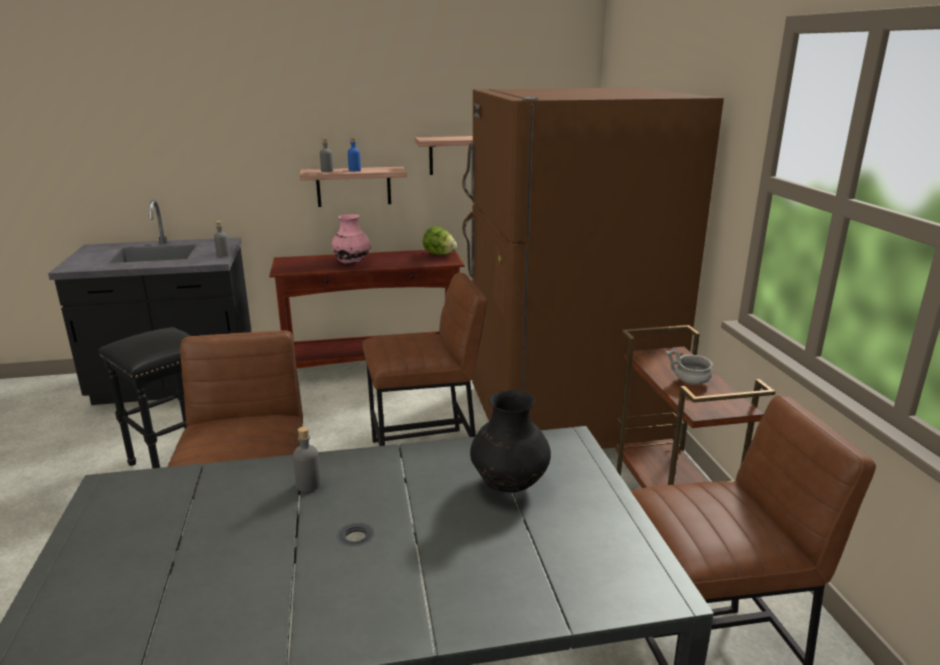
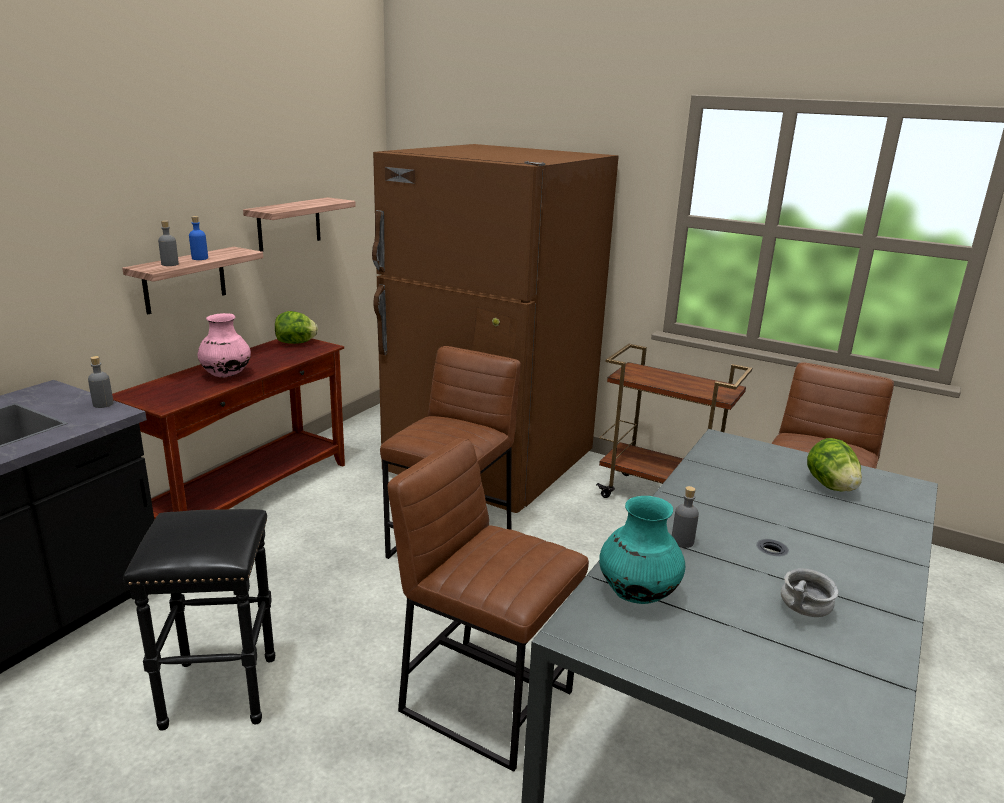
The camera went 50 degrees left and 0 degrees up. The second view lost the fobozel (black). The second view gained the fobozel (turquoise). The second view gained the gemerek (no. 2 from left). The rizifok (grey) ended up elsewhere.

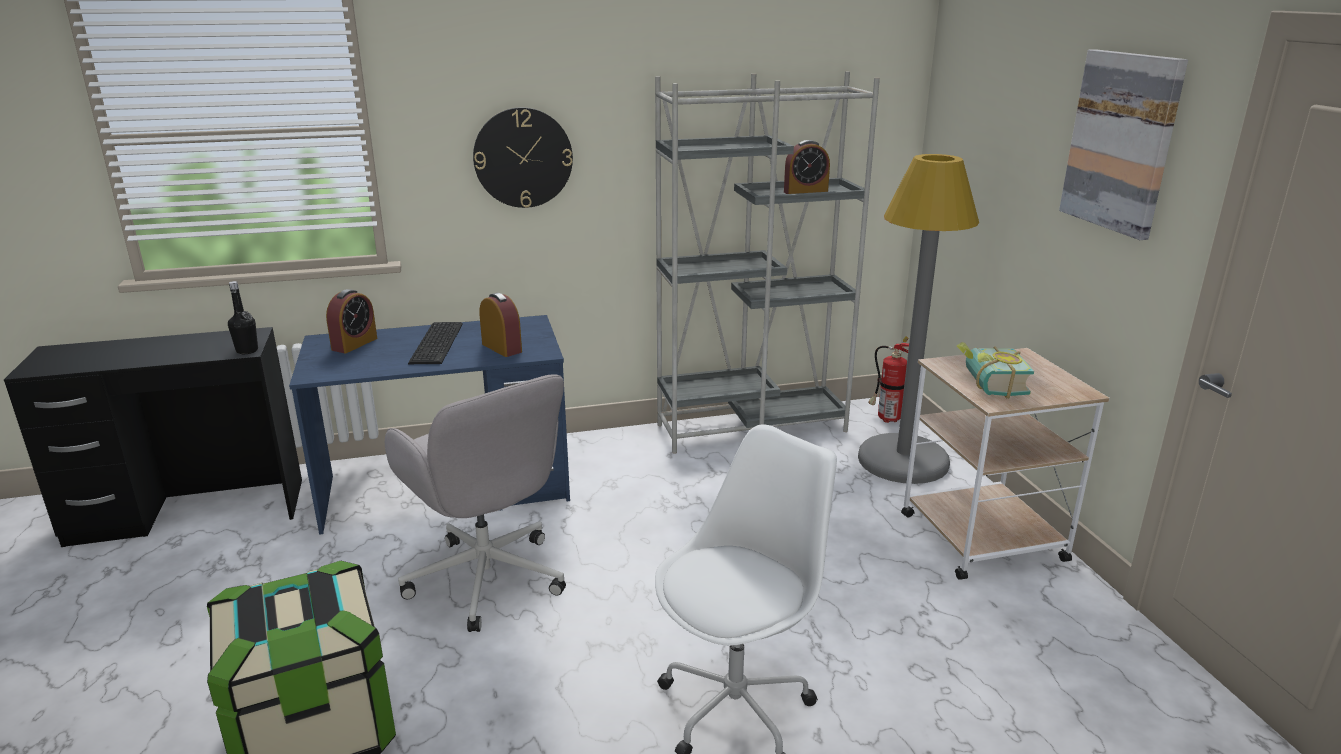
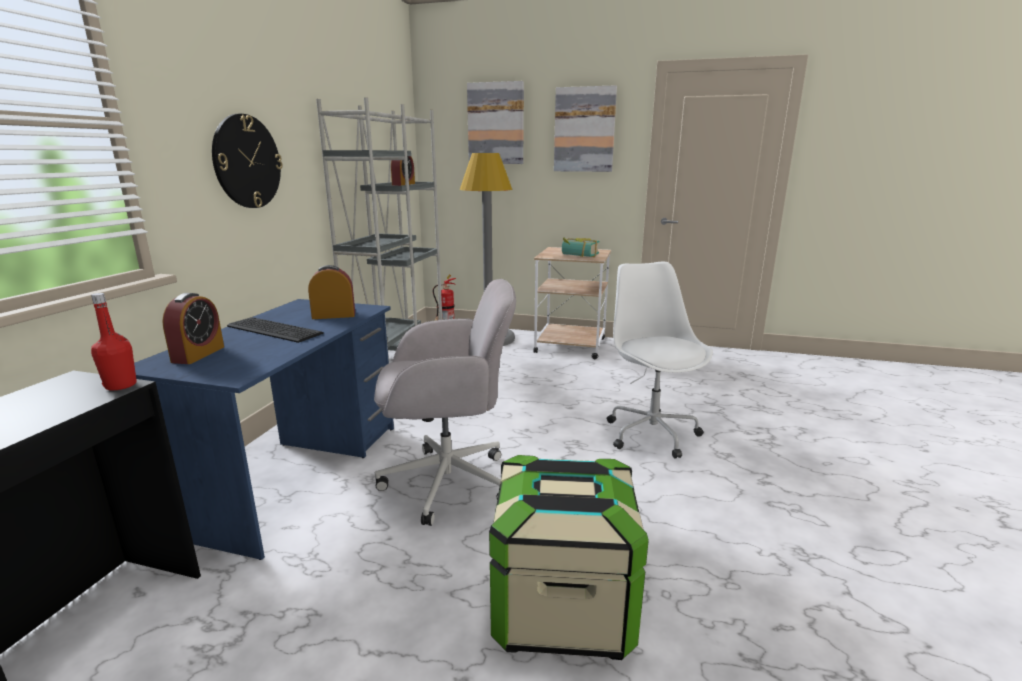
The camera went 60 degrees left and 5 degrees down. The second view gained the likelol (no. 1 from left). What was the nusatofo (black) turned into the nusatofo (red). The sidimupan (no. 1 from left) ended up facing another way, 45 degrees clockwise from before.

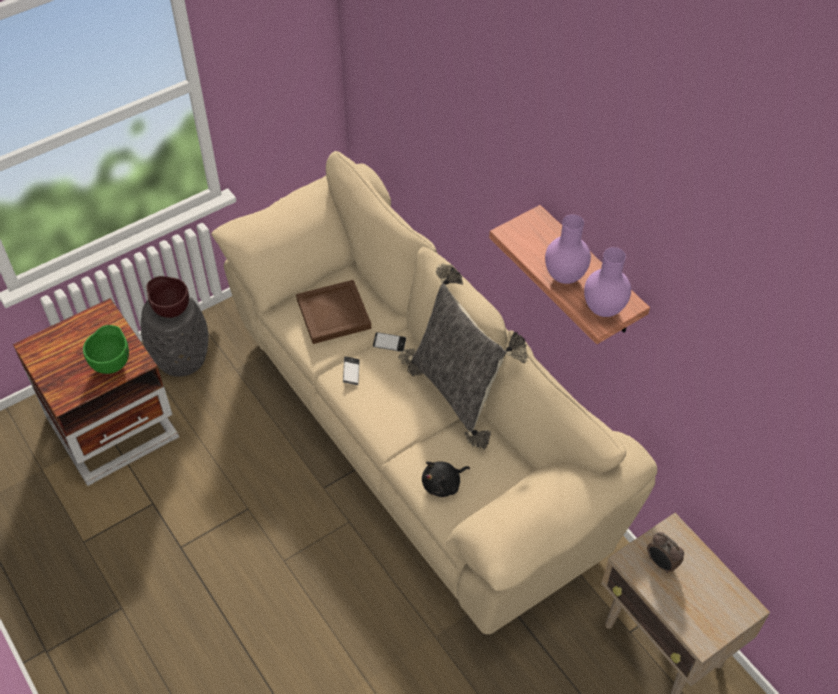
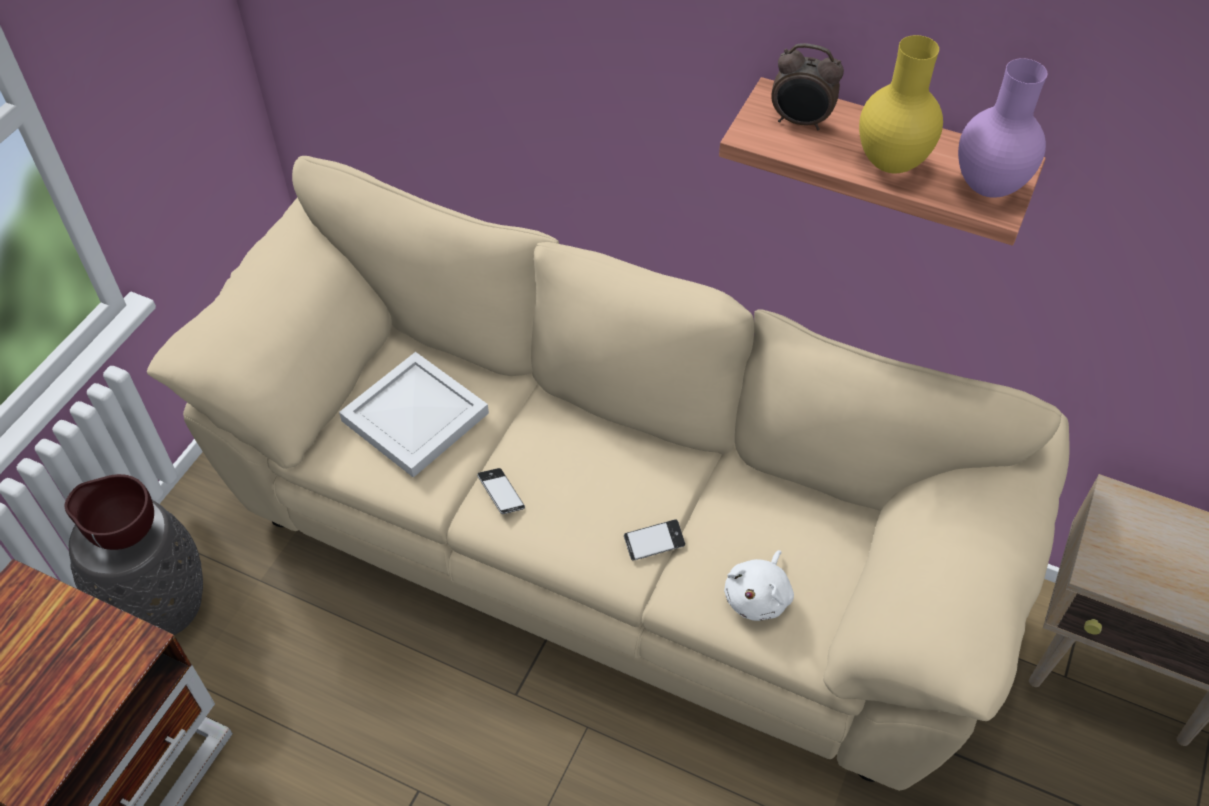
The camera went 30 degrees left and 0 degrees up. The second view lost the rizifok (green). The second view lost the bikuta. The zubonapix (no. 2 from left) ended up elsewhere. The sidimupan ended up elsewhere. What was the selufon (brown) turned into the selufon (white). What was the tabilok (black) turned into the tabilok (white). What was the fobozel (purple) (no. 1 from left) turned into the fobozel (yellow).

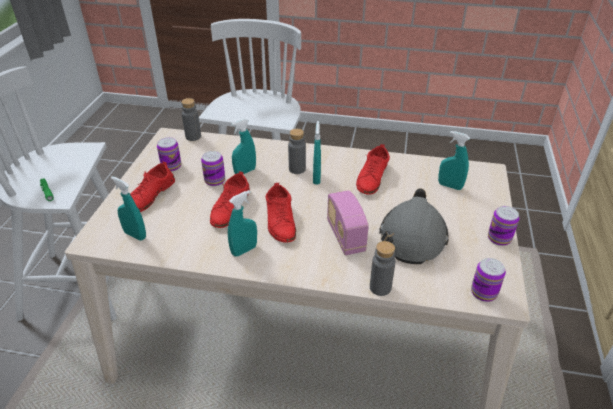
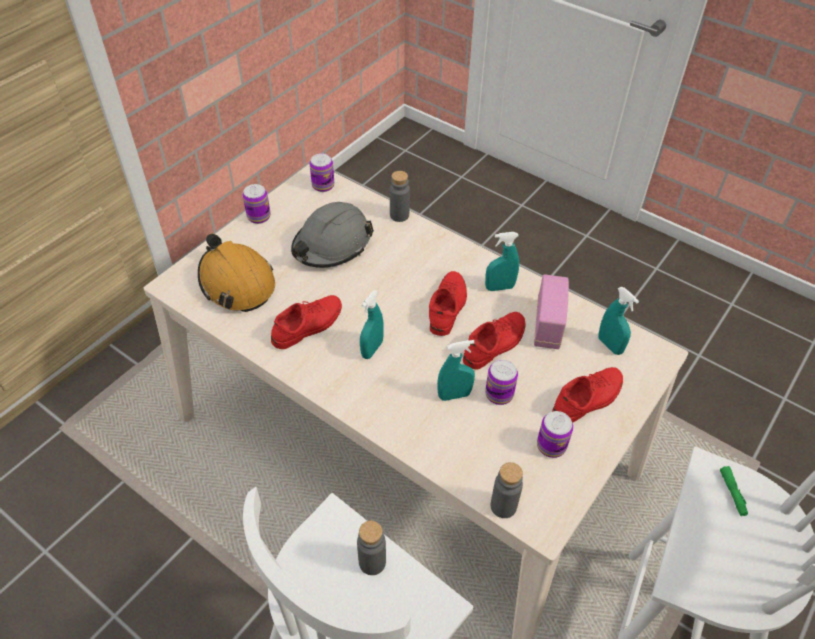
The camera went 155 degrees left and 10 degrees up. The nusatofo (grey) (no. 2 from left in the first image) ended up elsewhere. The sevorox ended up elsewhere. Where the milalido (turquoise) (no. 5 from left) stood, the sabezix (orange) came to stand.

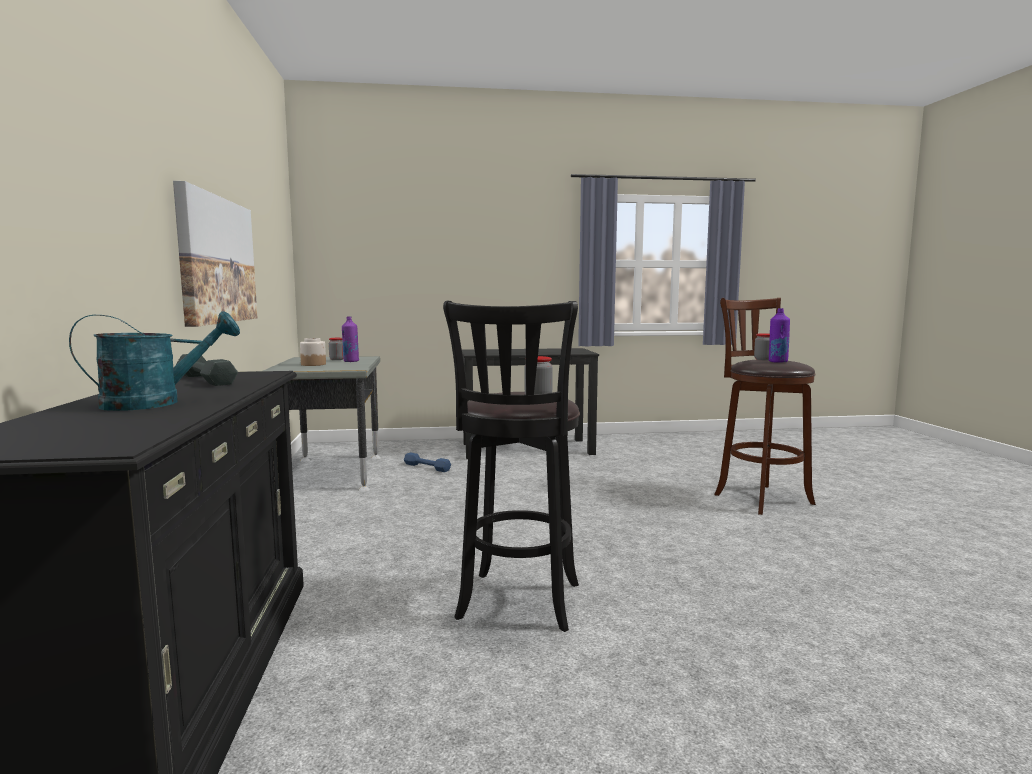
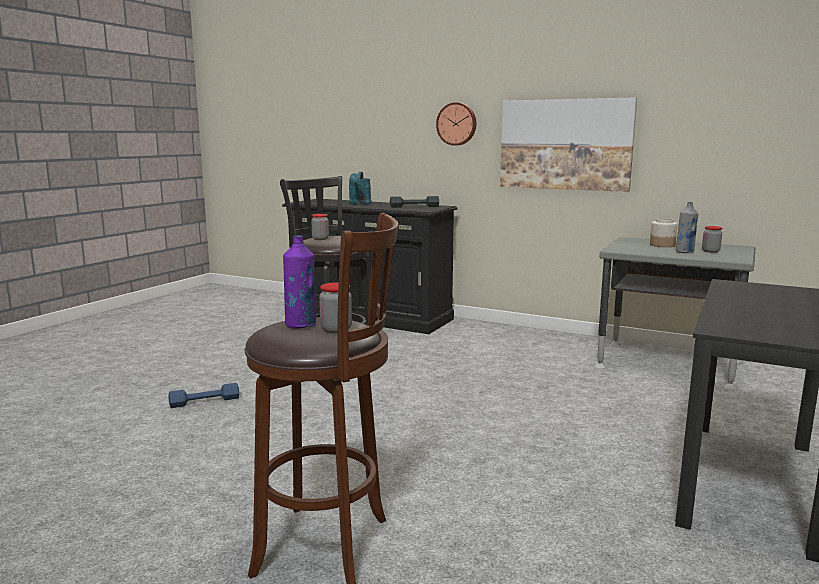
The camera went 125 degrees right and 5 degrees up. The second view gained the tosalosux. The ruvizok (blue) ended up elsewhere. What was the nusatofo (purple) (no. 1 from left) turned into the nusatofo (grey).

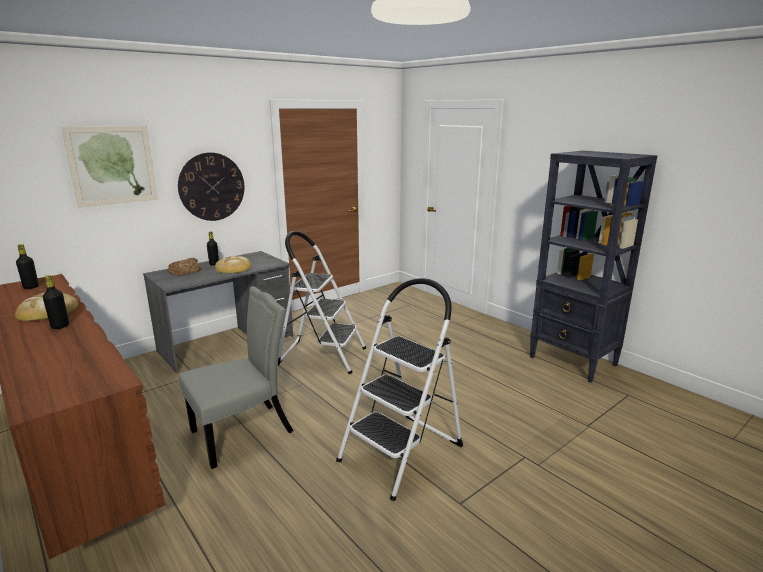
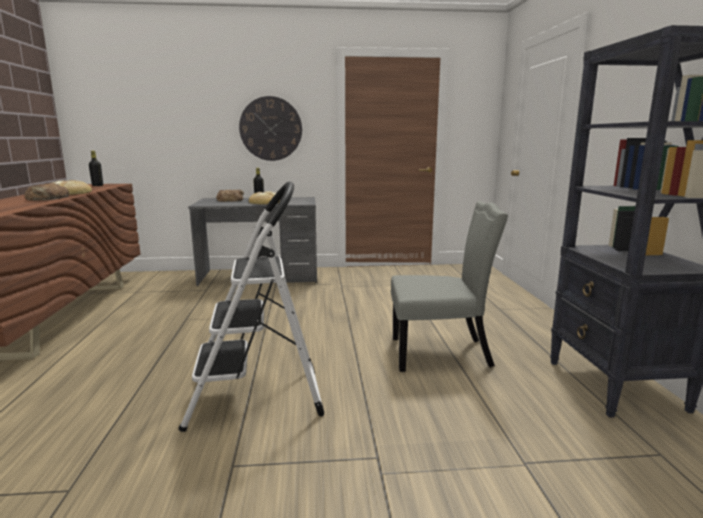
The camera went 35 degrees right and 5 degrees down. The second view lost the likelol. The second view lost the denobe (no. 1 from left). The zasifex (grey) ended up elsewhere. Where the nusatofo (black) (no. 2 from left) stood, the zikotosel (no. 1 from left) came to stand.

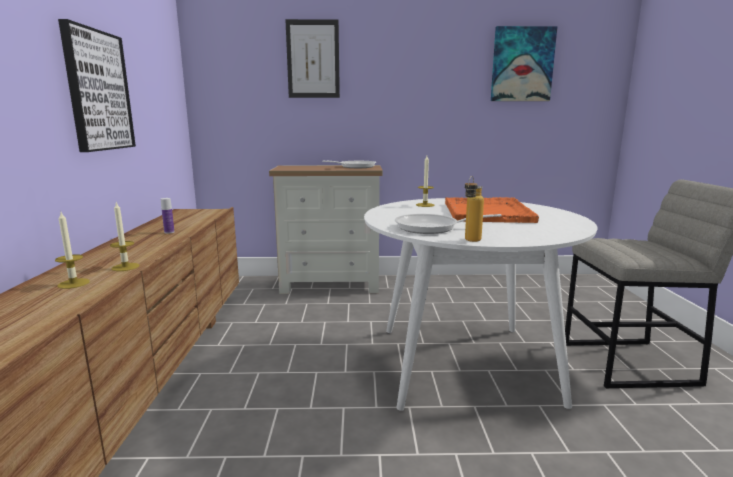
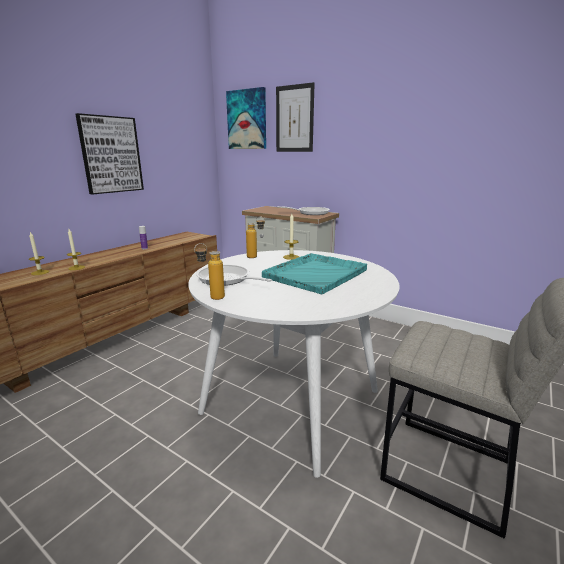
The camera went 35 degrees right and 5 degrees up. The second view gained the nusatofo (no. 3 from left). The likelol (no. 3 from left in the first image) ended up elsewhere. What was the selufon (orange) turned into the selufon (turquoise).

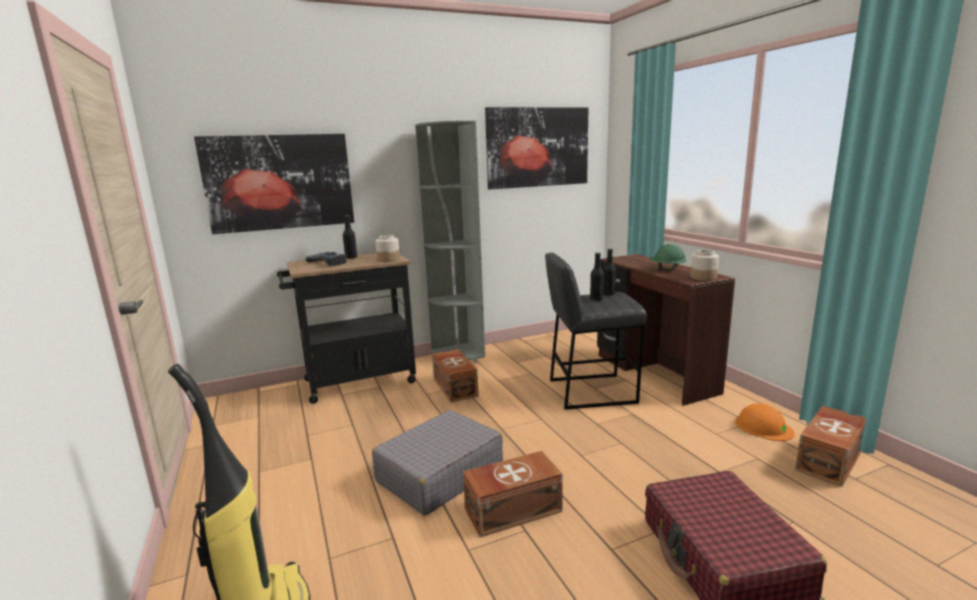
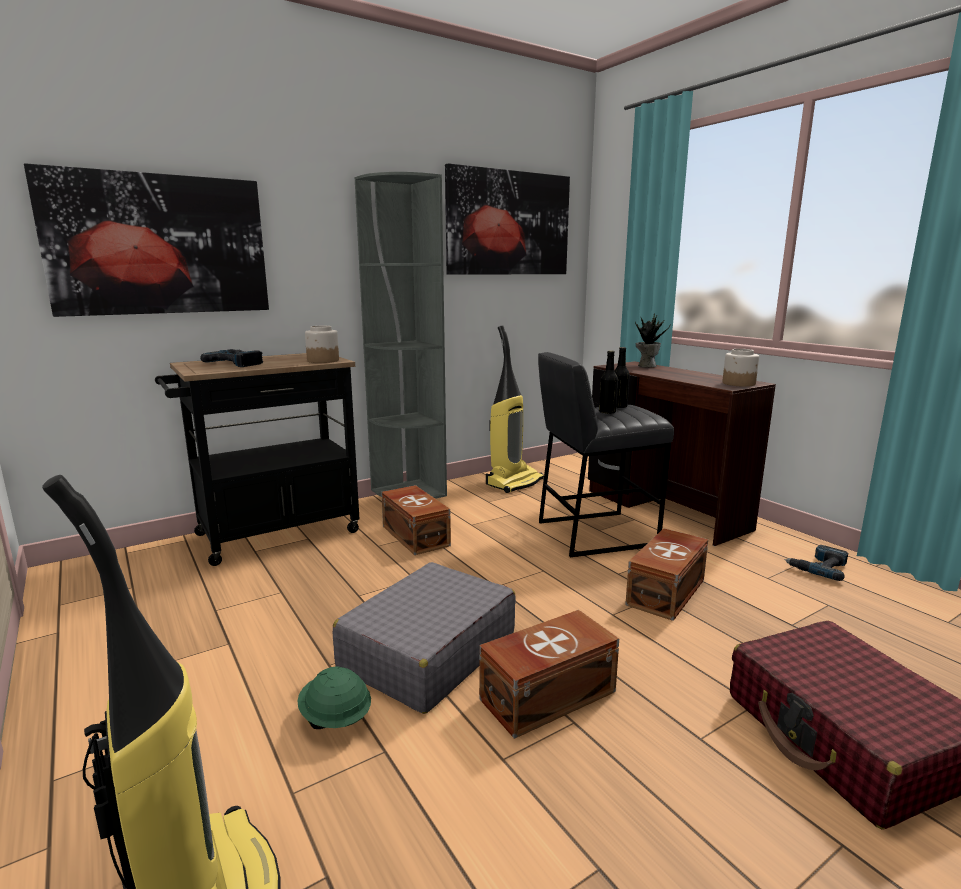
The camera went 10 degrees left and 0 degrees up. The second view lost the nusatofo (black) (no. 1 from left). The second view gained the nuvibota (no. 2 from left). The second view gained the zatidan. The sabezix (green) ended up elsewhere. The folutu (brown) (no. 3 from left) ended up elsewhere. Where the sabezix (orange) stood, the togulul (no. 2 from left) came to stand.

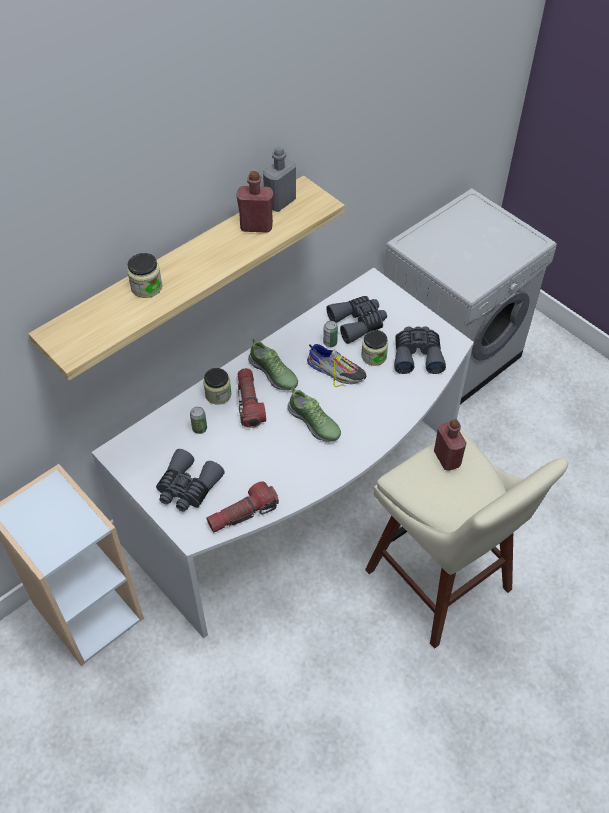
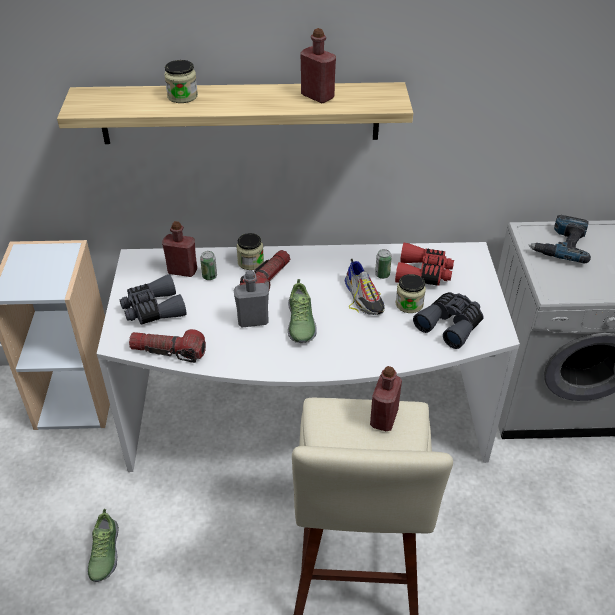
The camera went 40 degrees right and 10 degrees down. The second view gained the nusatofo (red) (no. 1 from left). The second view gained the togulul. The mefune (no. 1 from left) ended up elsewhere. The nusatofo (grey) ended up elsewhere. What was the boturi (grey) (no. 2 from left) turned into the boturi (red).

